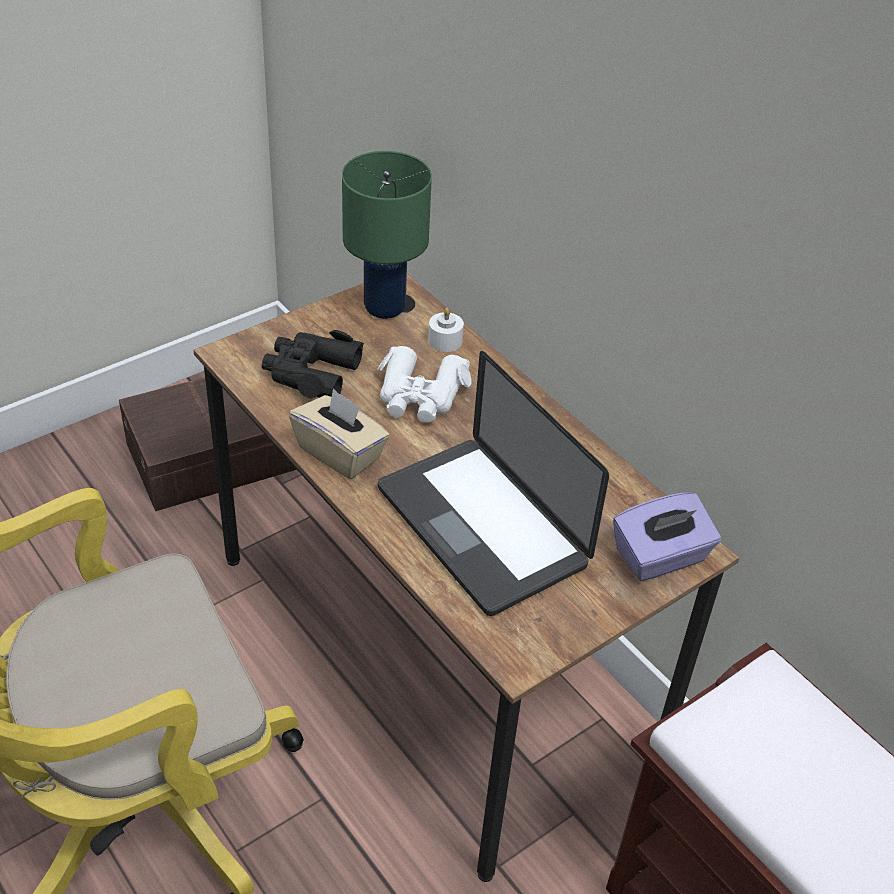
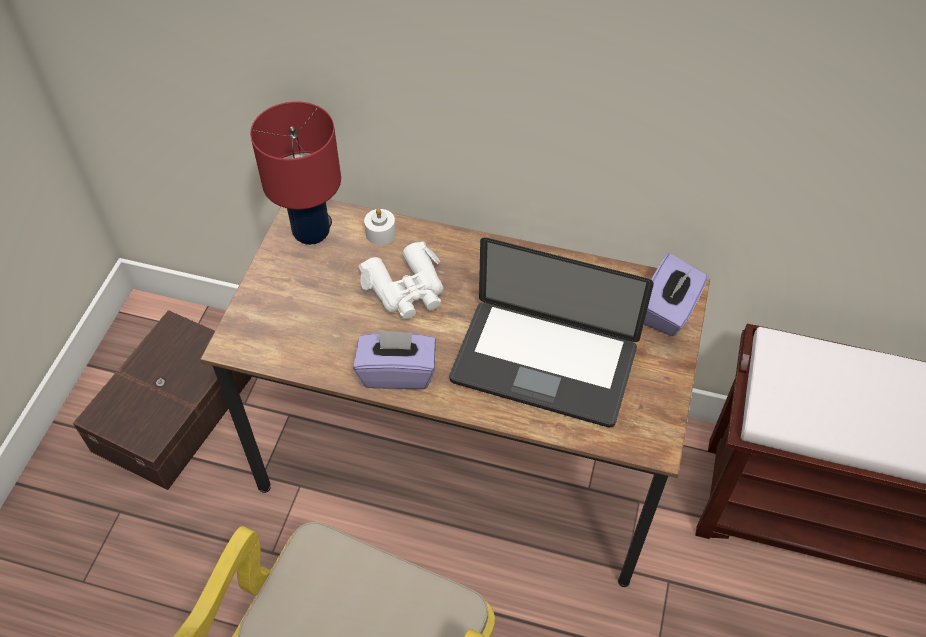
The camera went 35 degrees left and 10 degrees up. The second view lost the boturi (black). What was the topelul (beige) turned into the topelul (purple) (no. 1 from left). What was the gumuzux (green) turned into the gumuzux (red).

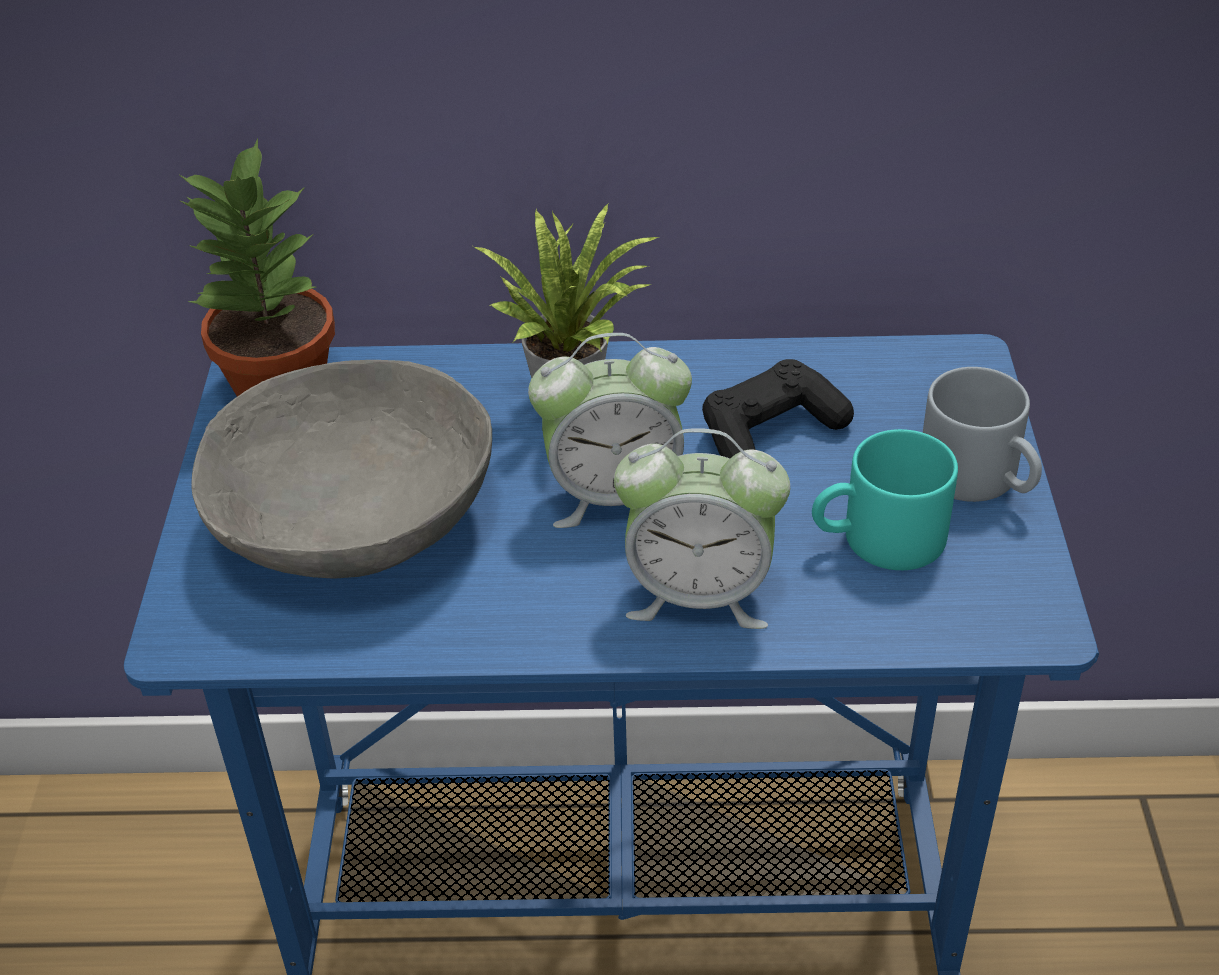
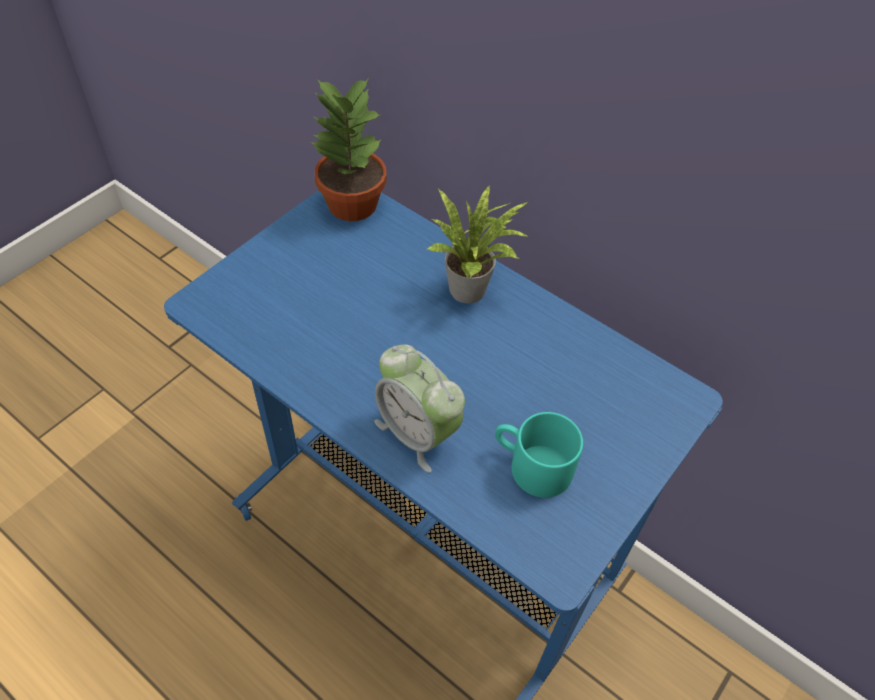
The camera went 35 degrees right and 10 degrees up. The second view lost the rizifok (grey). The second view lost the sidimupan (no. 1 from left). The second view lost the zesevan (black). The second view lost the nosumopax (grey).

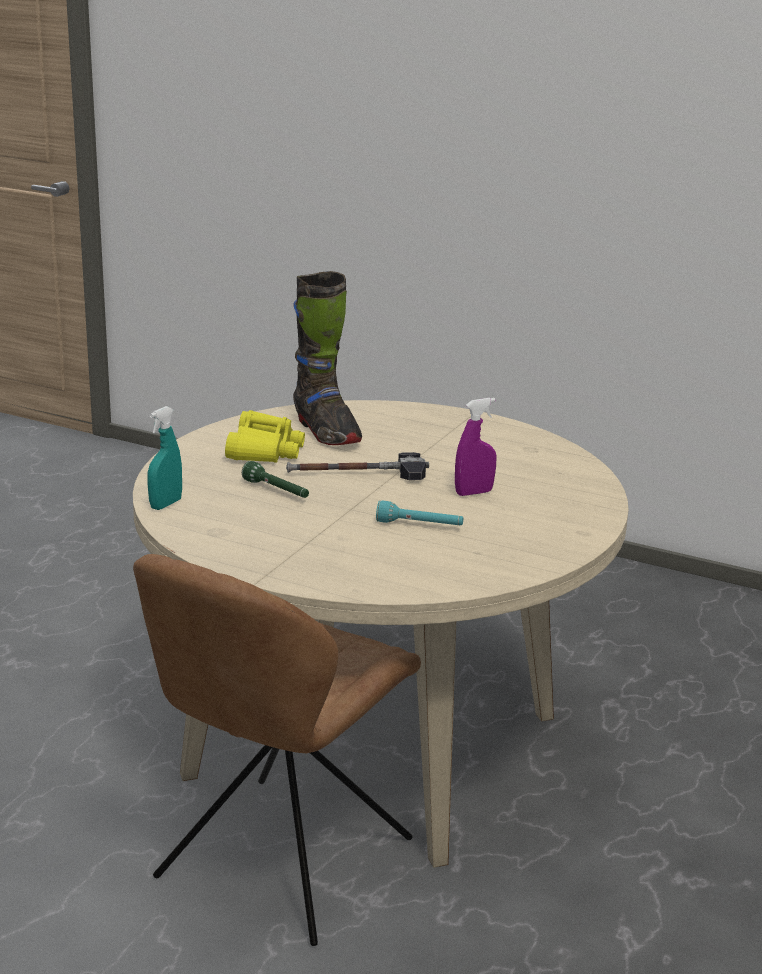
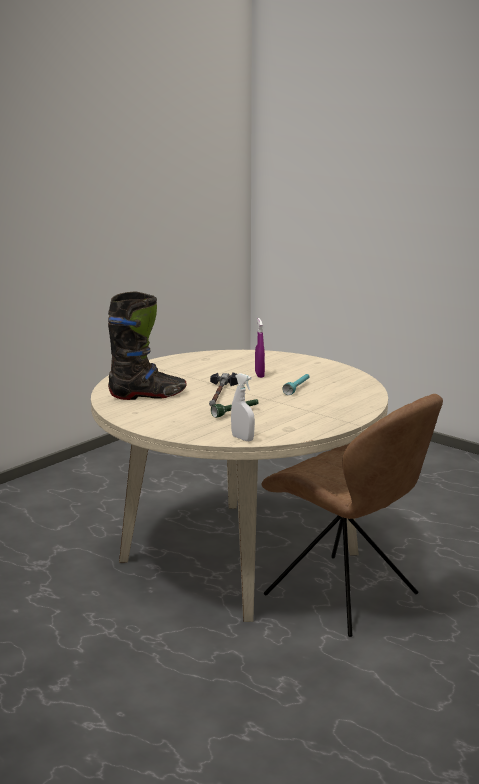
The camera went 75 degrees left and 5 degrees down. The second view lost the boturi (yellow). What was the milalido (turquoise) turned into the milalido (white).

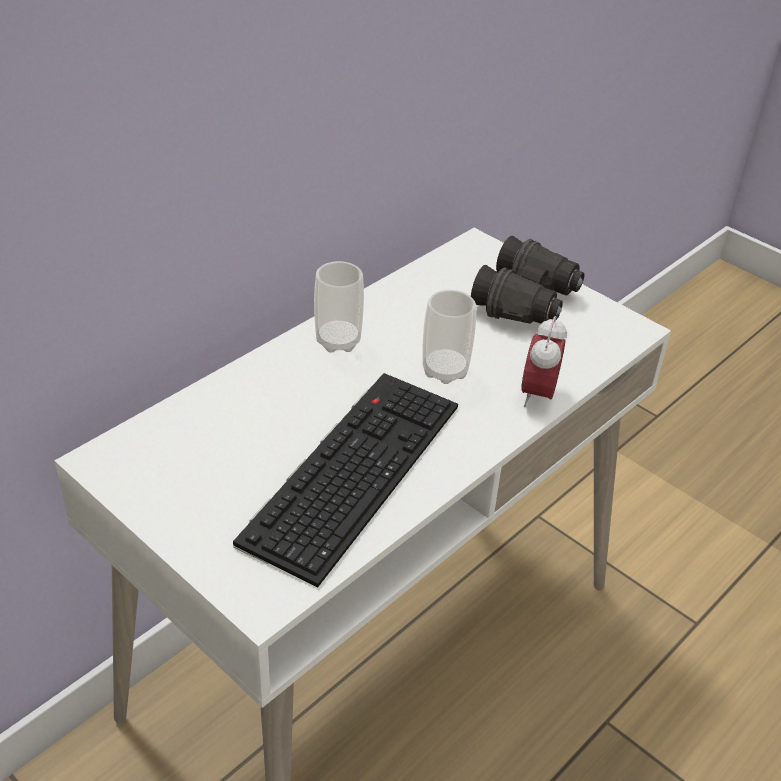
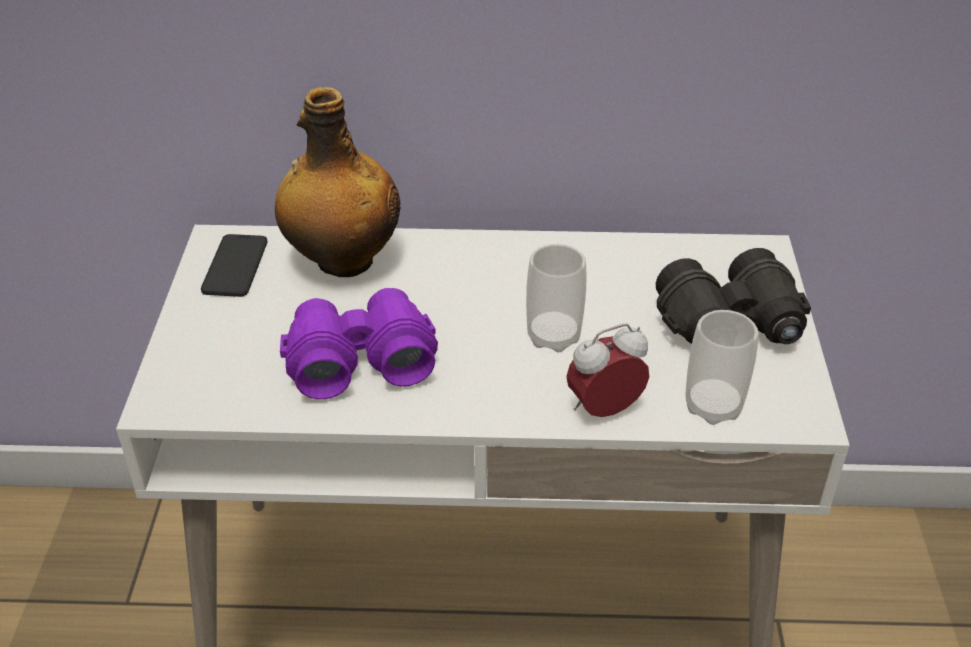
The camera went 50 degrees right and 0 degrees up. The second view gained the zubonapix. The second view gained the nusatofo. The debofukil (no. 1 from left in the first image) ended up elsewhere. Where the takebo stood, the boturi (purple) came to stand.

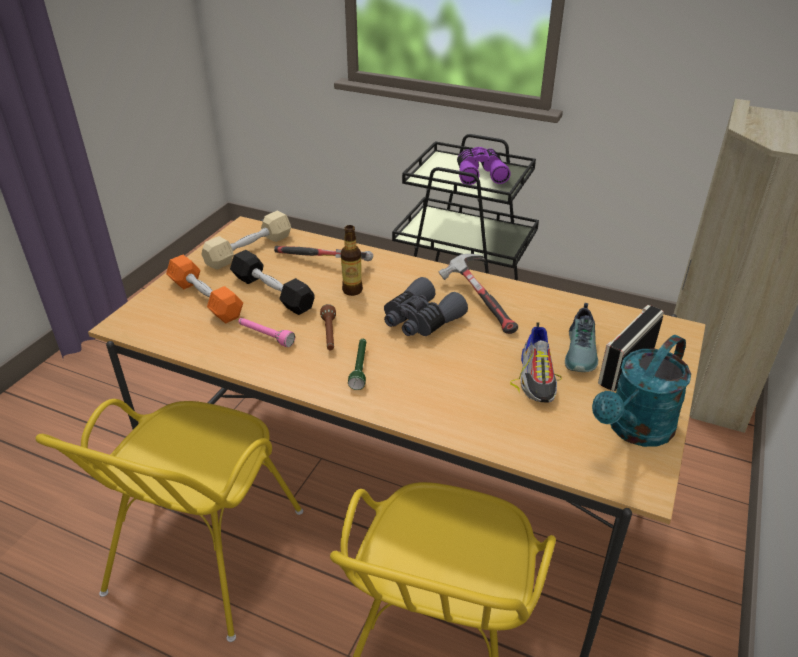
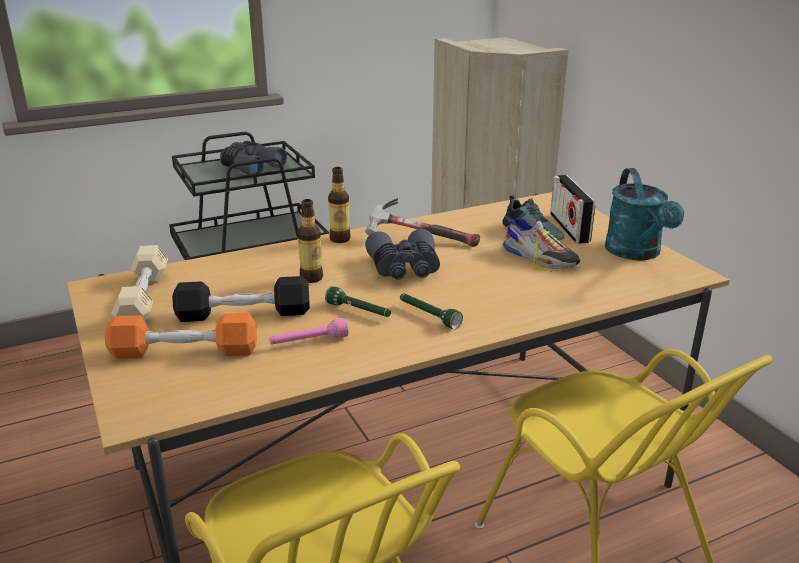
The camera went 50 degrees left and 10 degrees down. The second view lost the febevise (no. 1 from left). The second view gained the nusatofo (no. 2 from left). What was the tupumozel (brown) turned into the tupumozel (green) (no. 1 from left). What was the boturi (purple) turned into the boturi (grey) (no. 1 from left).

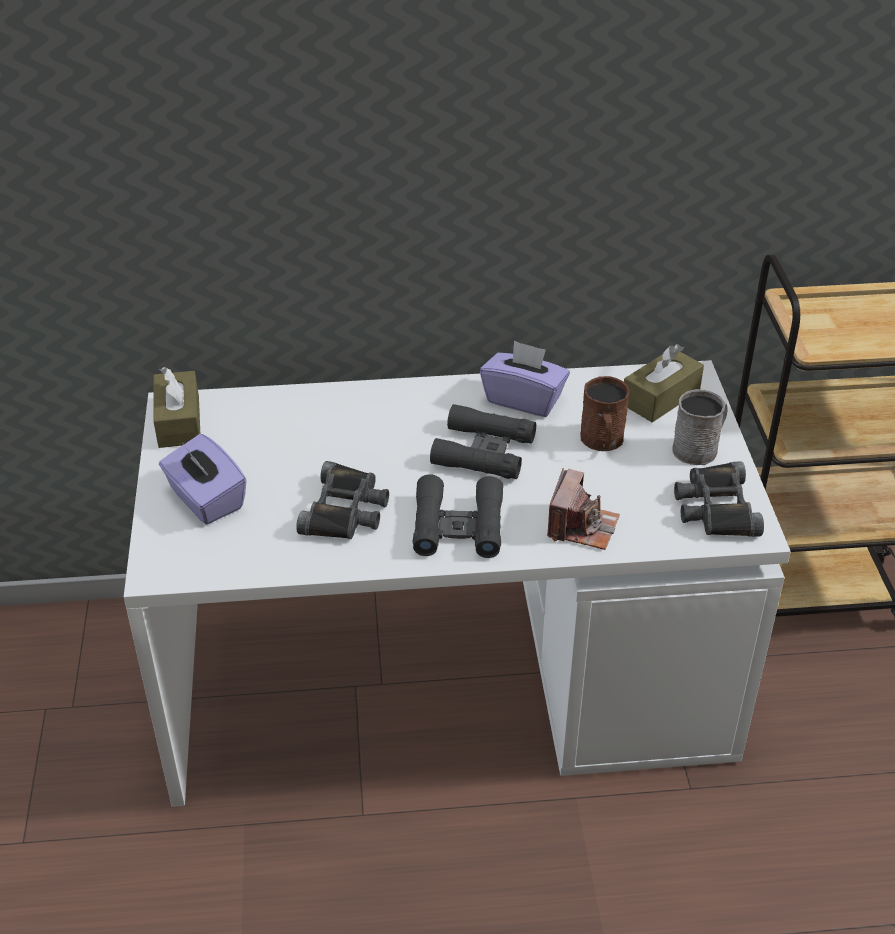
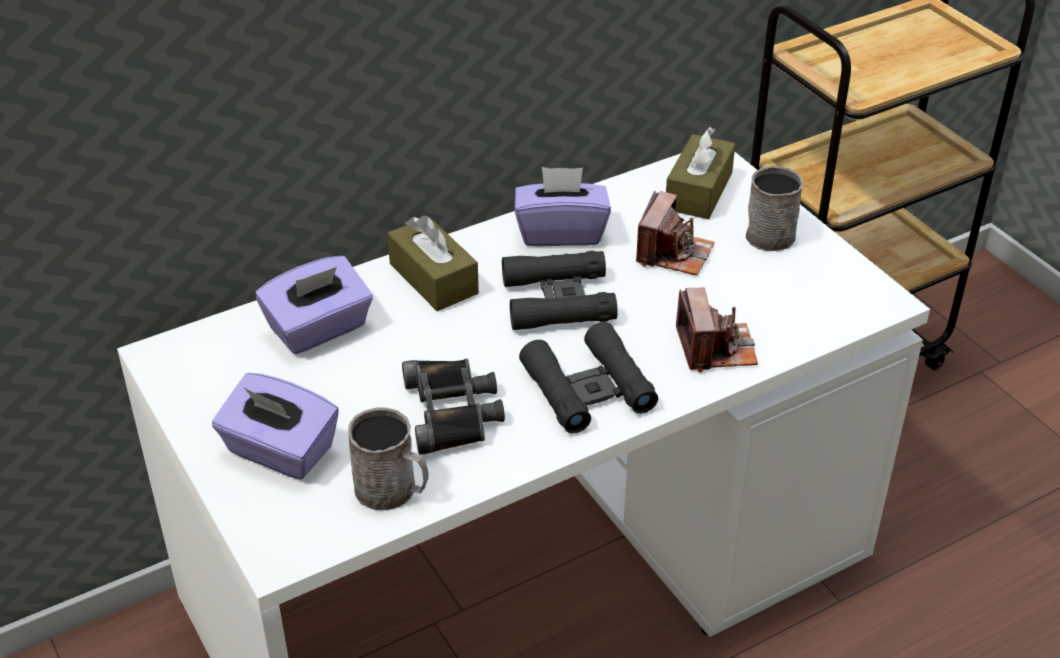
The camera went 25 degrees left and 0 degrees up. The second view lost the boturi (black) (no. 4 from left). The second view gained the topelul (purple) (no. 2 from left). The second view gained the nosumopax (grey) (no. 1 from left). The topelul (brown) (no. 1 from left) ended up elsewhere. Where the nosumopax (brown) stood, the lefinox (no. 1 from left) came to stand.

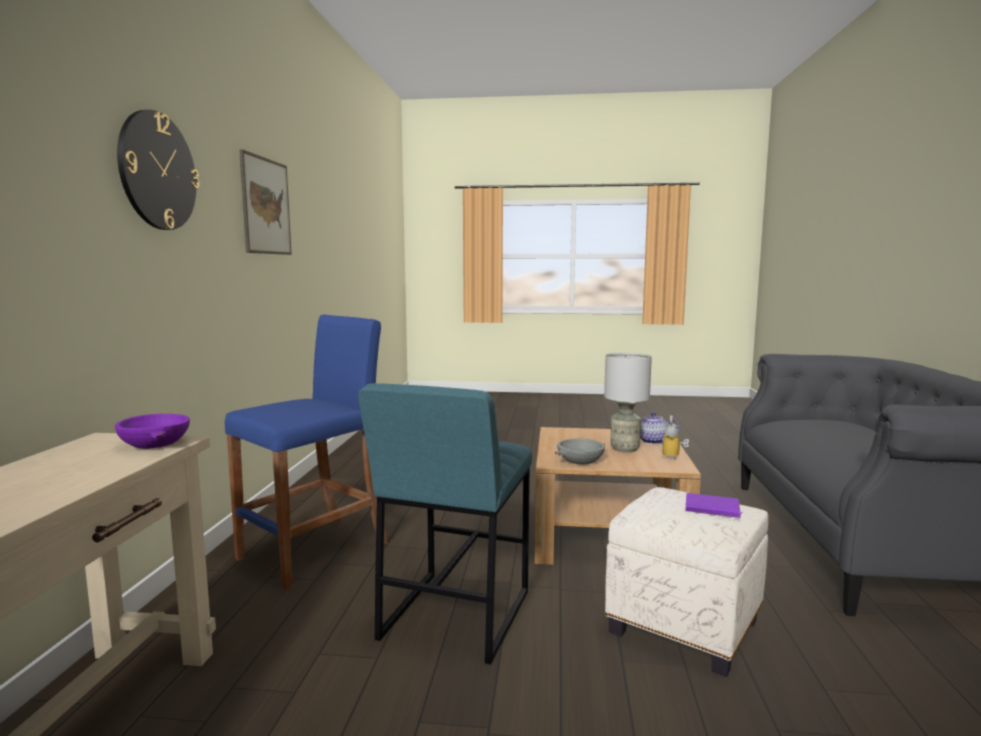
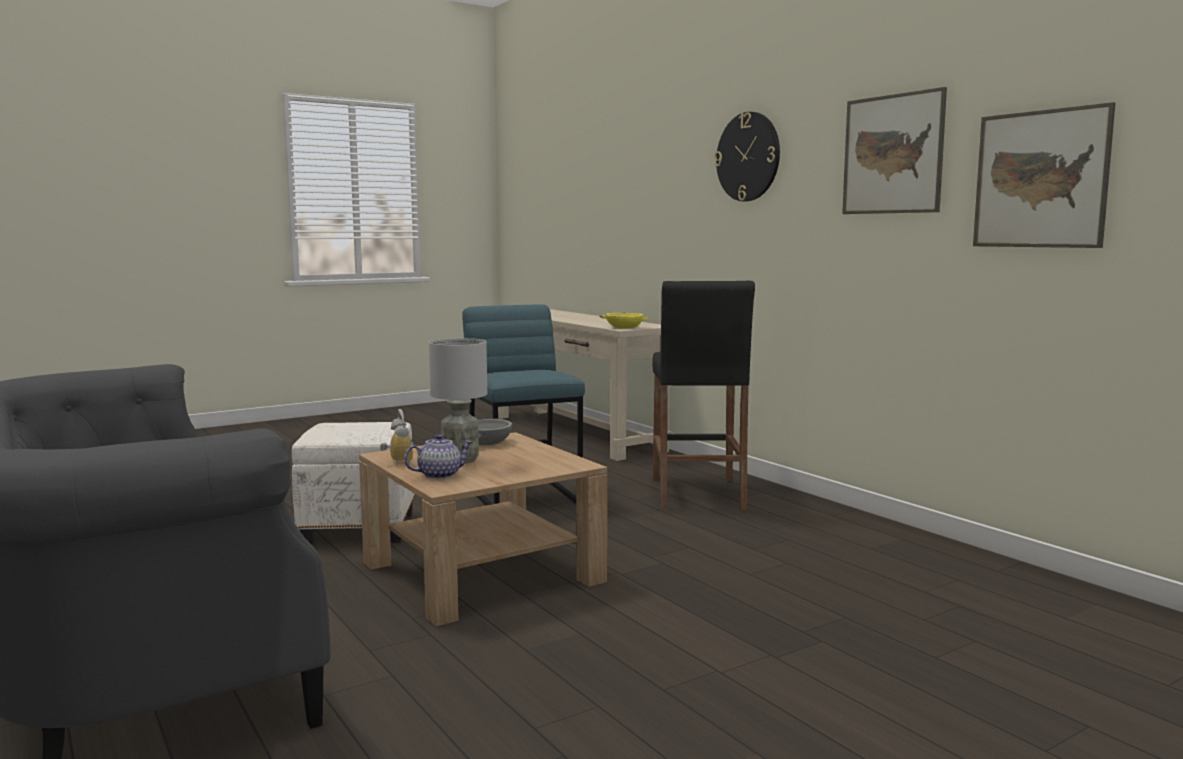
The camera went 140 degrees right and 0 degrees up. The second view lost the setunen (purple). The second view gained the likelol (no. 2 from left). What was the rizifok (purple) turned into the rizifok (yellow). What was the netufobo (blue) (no. 1 from left) turned into the netufobo (black).

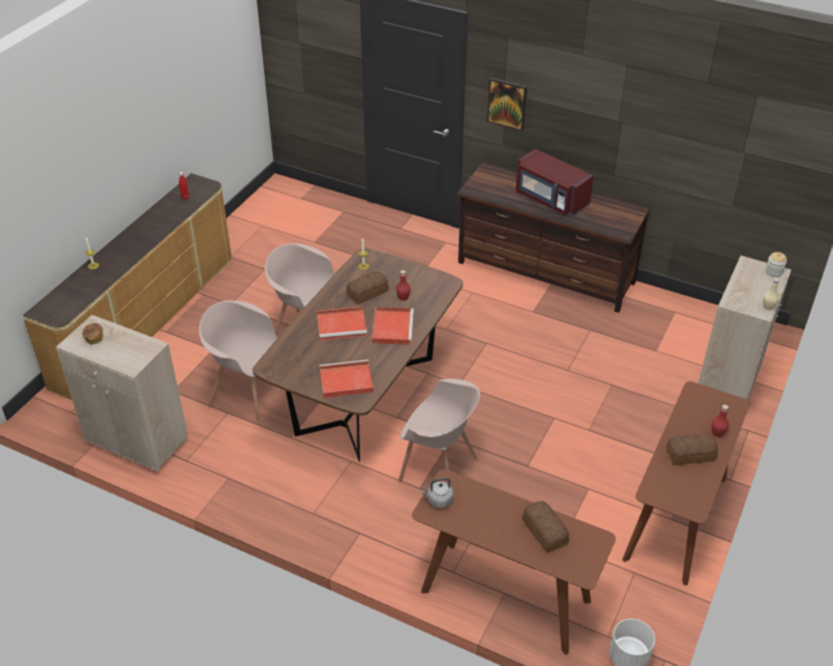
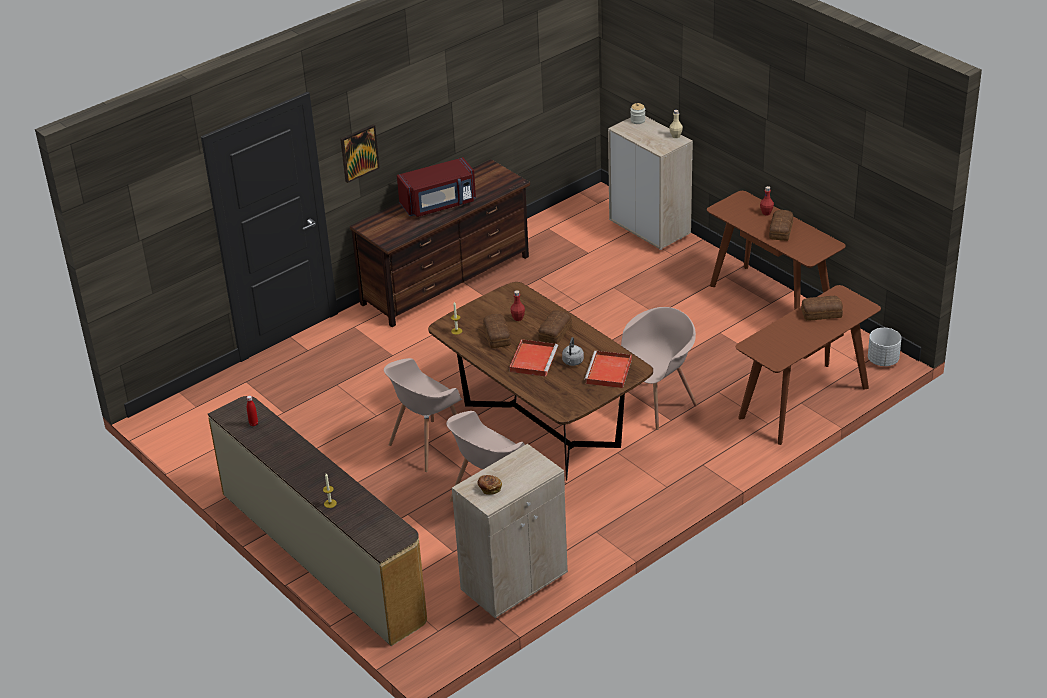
The camera went 65 degrees left and 5 degrees down. The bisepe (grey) ended up elsewhere. Where the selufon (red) (no. 3 from left) stood, the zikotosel (no. 3 from left) came to stand.

